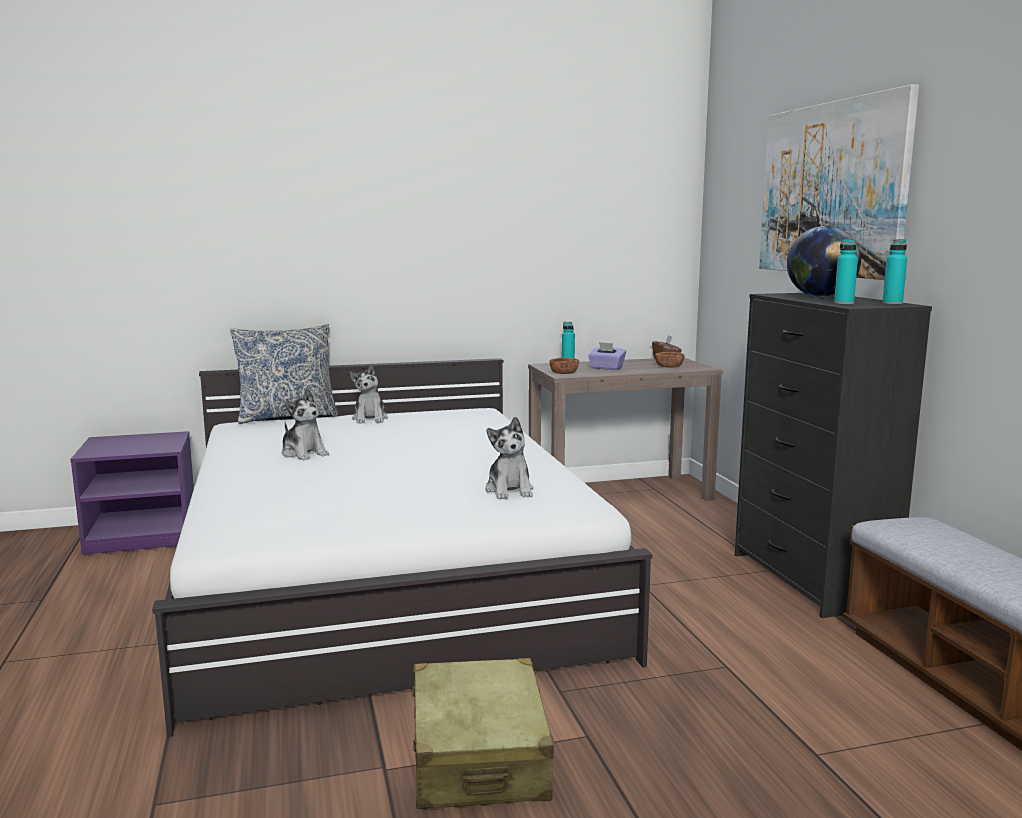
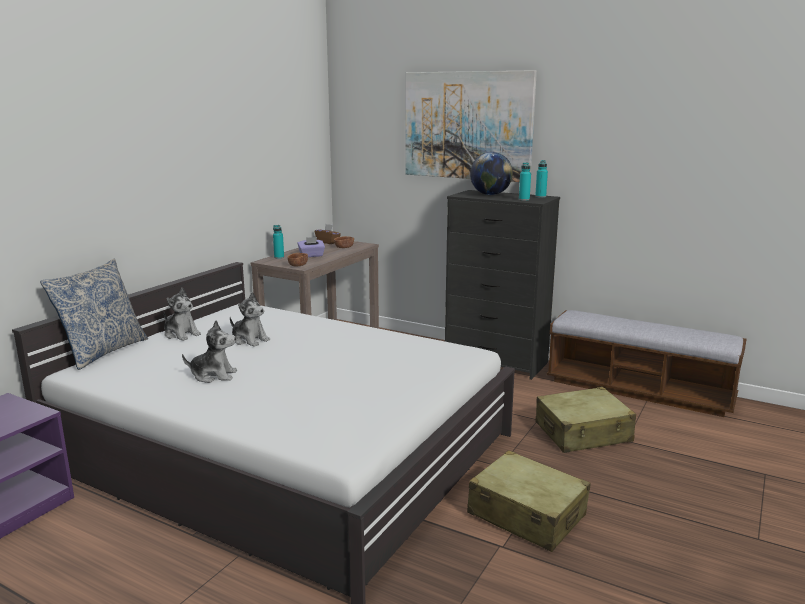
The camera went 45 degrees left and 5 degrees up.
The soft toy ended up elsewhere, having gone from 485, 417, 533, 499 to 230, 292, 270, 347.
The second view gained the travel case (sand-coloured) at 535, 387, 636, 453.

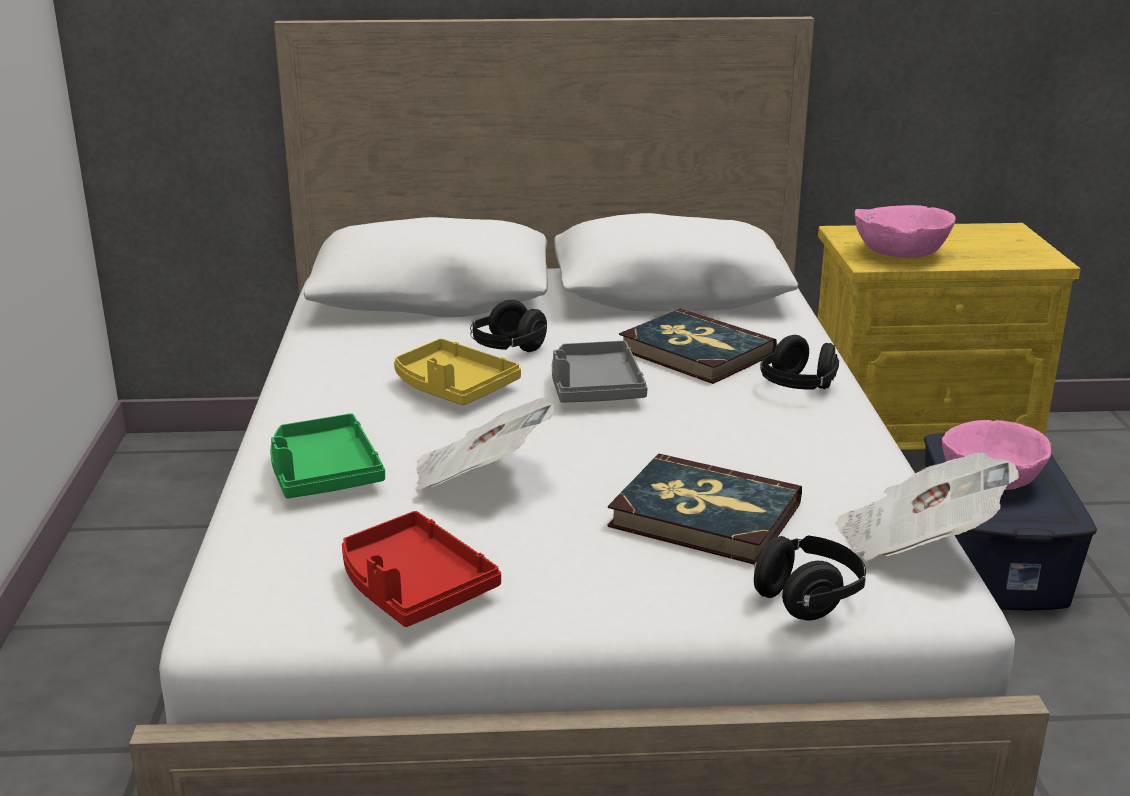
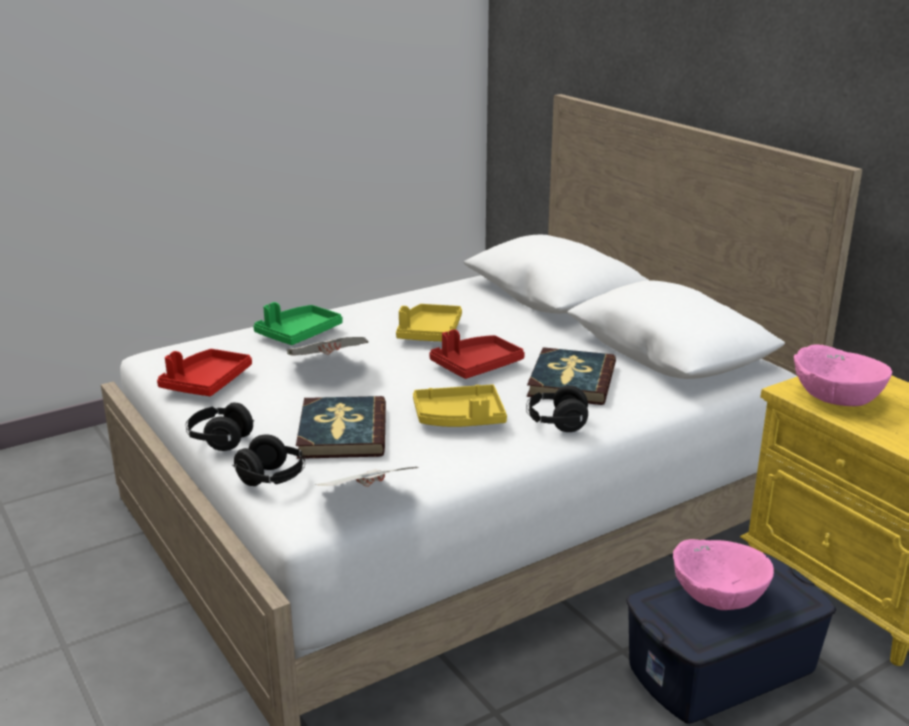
The camera went 60 degrees right and 0 degrees up.
The headset (blackish) ended up elsewhere, having gone from 470, 300, 547, 352 to 186, 402, 254, 451.
The second view gained the serving tray (yellow) at 413, 384, 507, 427.
What was the serving tray (greyish) at 552, 341, 648, 403 turned into the serving tray (red) at 429, 329, 525, 379.

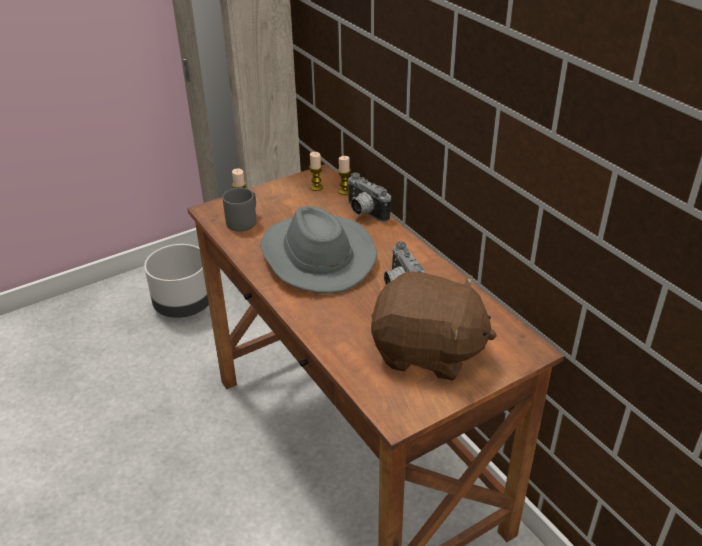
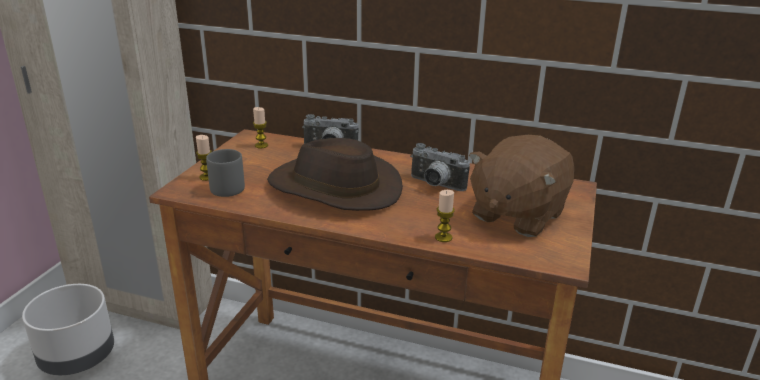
The camera went 40 degrees left and 10 degrees down.
What was the hat (greyish) at 260, 206, 377, 294 turned into the hat (brown) at 267, 138, 403, 211.
The wax candle ended up elsewhere, having gone from 338, 156, 351, 195 to 435, 190, 455, 242.
The soft toy (brown) at 371, 271, 497, 381 ended up facing another way, 150 degrees clockwise from before.

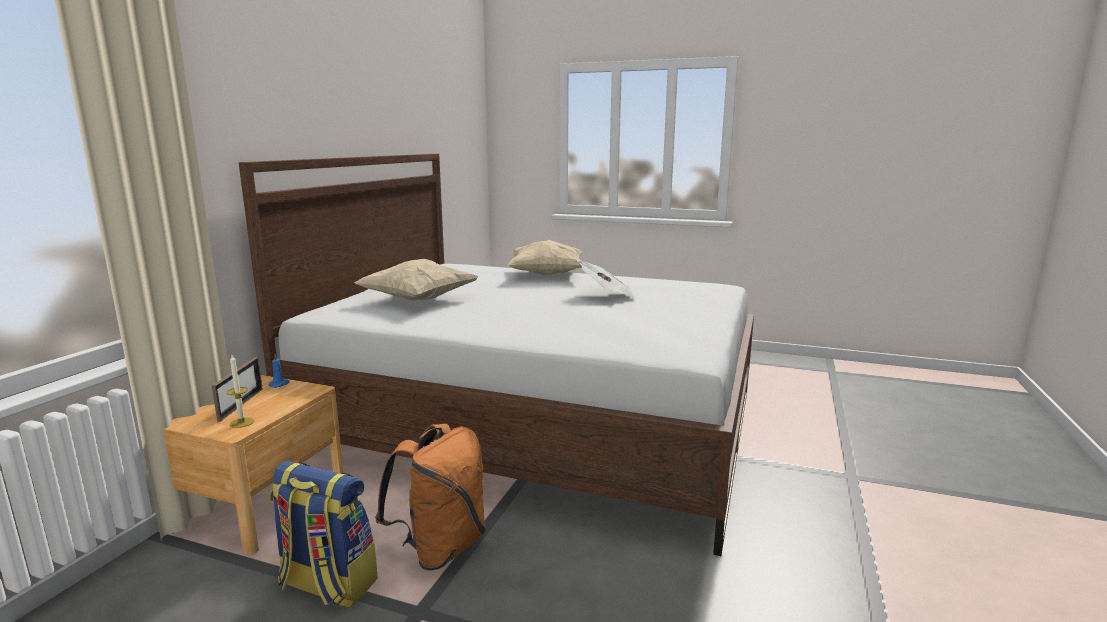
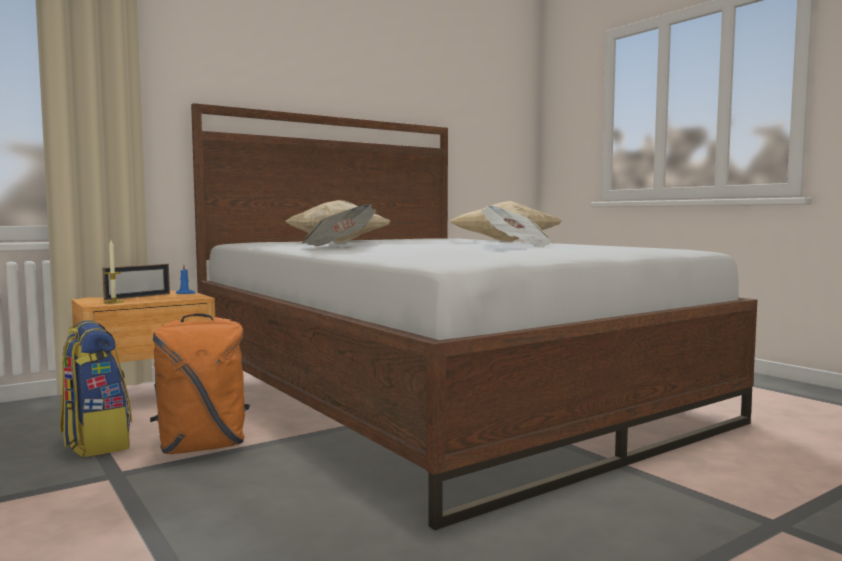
The camera went 35 degrees right and 10 degrees down.
The second view gained the printed paper at 301, 204, 376, 246.

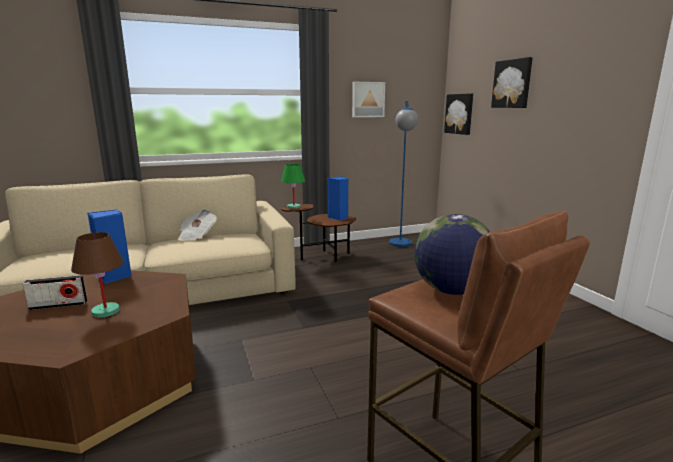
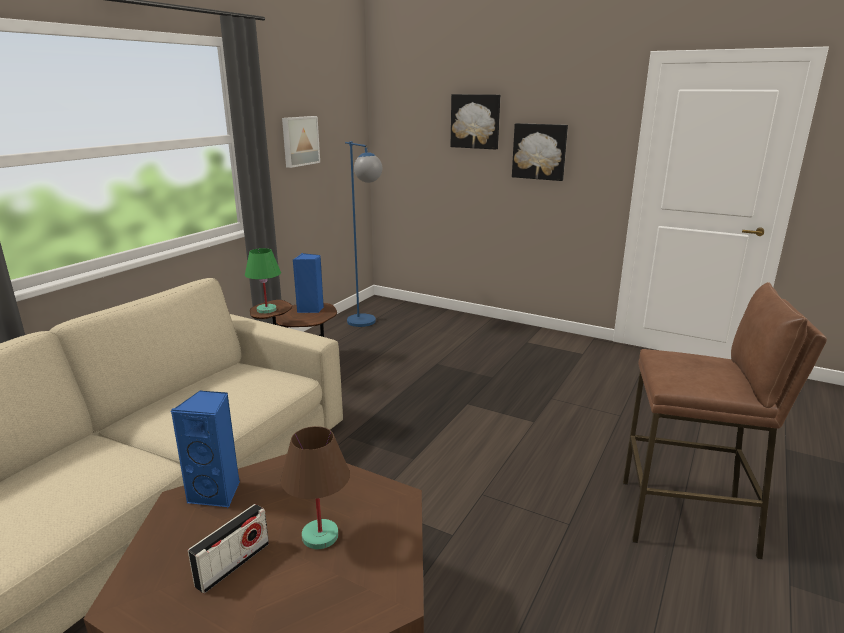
The camera went 40 degrees left and 5 degrees up.
The picture ended up elsewhere, having gone from 444, 93, 473, 135 to 512, 123, 568, 181.
The second view lost the printed paper at 178, 209, 217, 241.
The second view lost the globe at 414, 214, 490, 295.

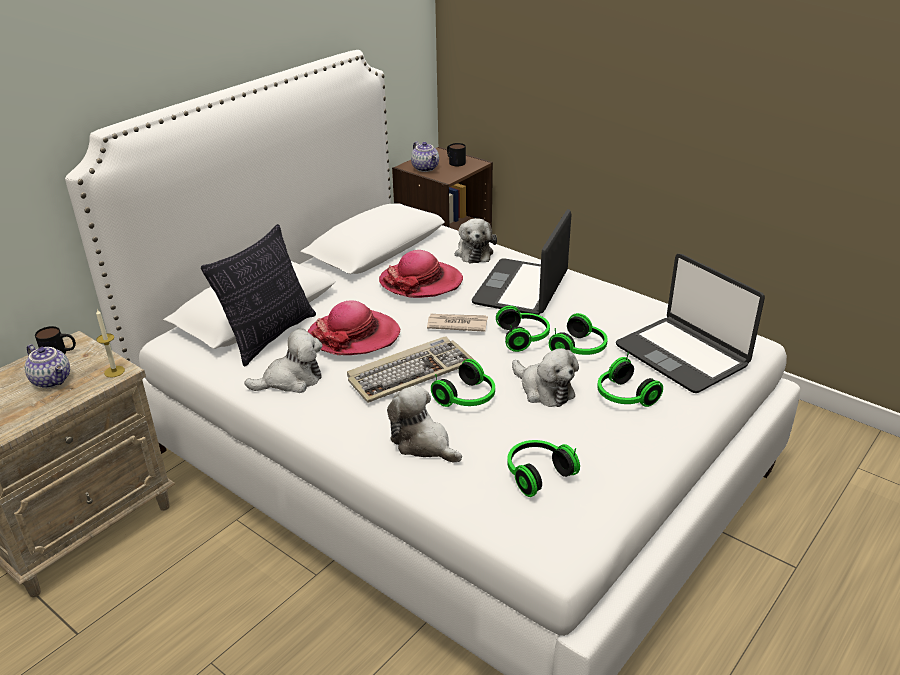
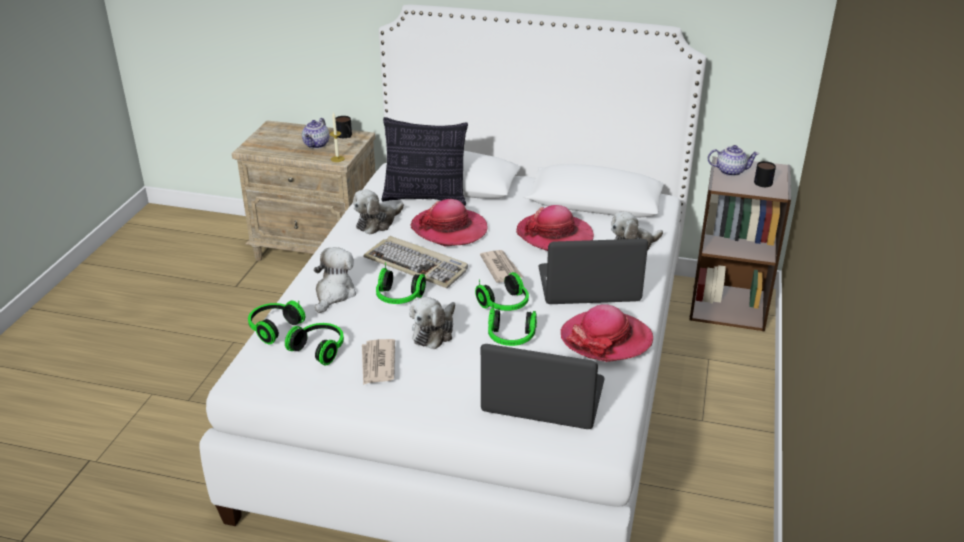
The camera went 65 degrees right and 0 degrees up.
The headset ended up elsewhere, having gone from 597, 352, 663, 407 to 248, 301, 305, 344.
The soft toy at 244, 328, 323, 393 ended up facing another way, 90 degrees clockwise from before.
The second view gained the printed paper at 362, 339, 395, 385.
The portable computer at 616, 254, 765, 393 ended up facing another way, 75 degrees clockwise from before.
The second view gained the hat at 561, 304, 653, 362.
The tea pot at 411, 141, 439, 172 ended up facing another way, 120 degrees counterclockwise from before.

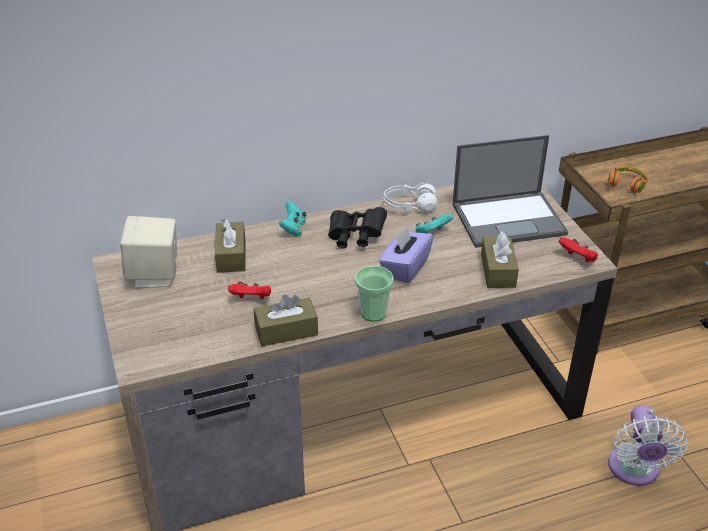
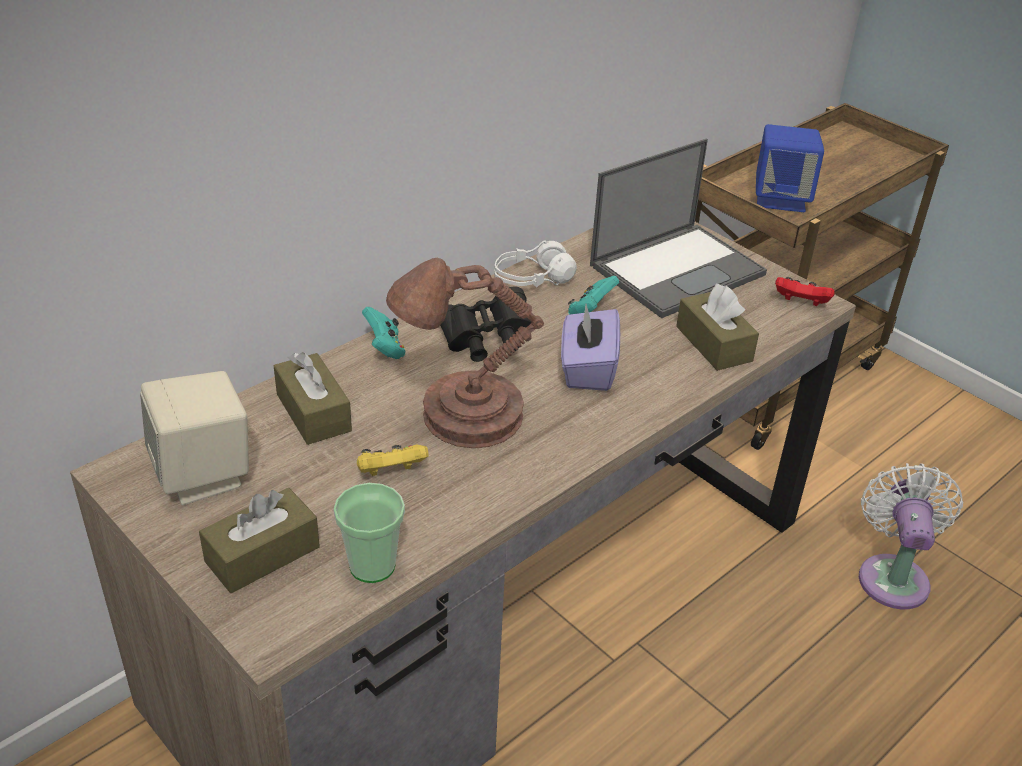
The camera went 25 degrees left and 0 degrees up.
The box of tissues (brown) ended up elsewhere, having gone from 254, 295, 318, 346 to 199, 488, 320, 593.
The small cup ended up elsewhere, having gone from 355, 266, 393, 322 to 333, 483, 405, 583.
What was the game controller (red) at 228, 281, 271, 299 turned into the game controller (yellow) at 357, 444, 428, 476.
The second view gained the lamp for a table (brown) at 386, 258, 544, 448.
Where the headset (orangey) stood at 595, 166, 648, 193, the loudspeaker (bluish) came to stand at 756, 124, 824, 212.
The fan (white) at 608, 405, 687, 486 ended up facing another way, 150 degrees counterclockwise from before.

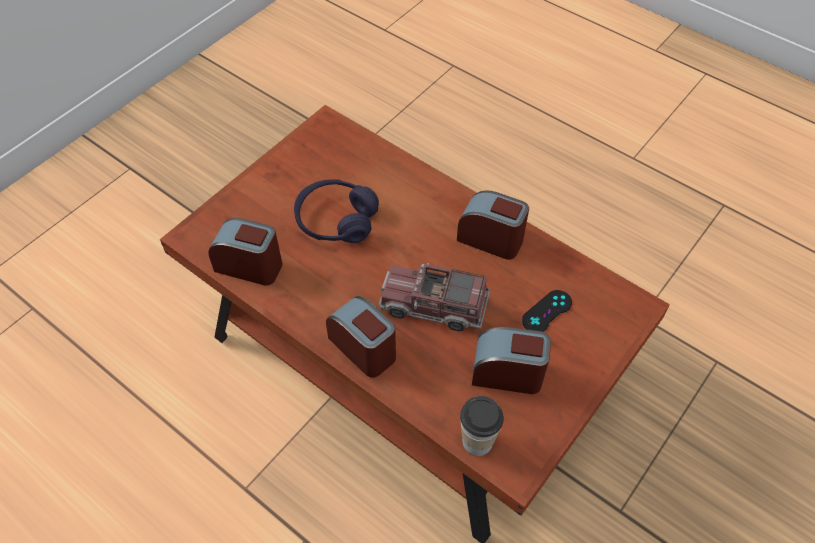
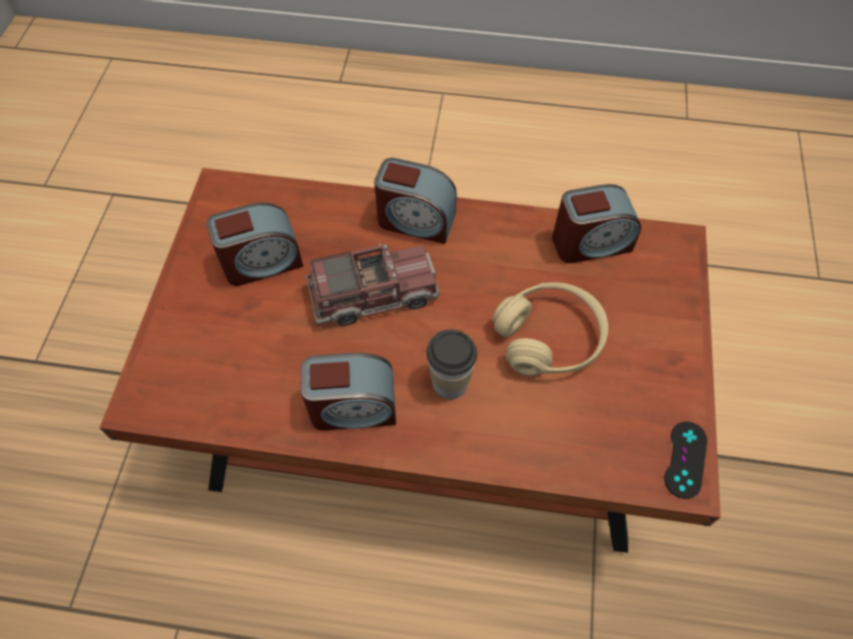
The camera went 150 degrees right and 5 degrees up.
The small cup ended up elsewhere, having gone from 460, 396, 504, 456 to 427, 329, 477, 399.
What was the headset (purplish) at 294, 179, 379, 243 turned into the headset (sand-coloured) at 493, 282, 608, 376.
The game controller (blackish) ended up elsewhere, having gone from 522, 290, 572, 332 to 664, 422, 707, 499.

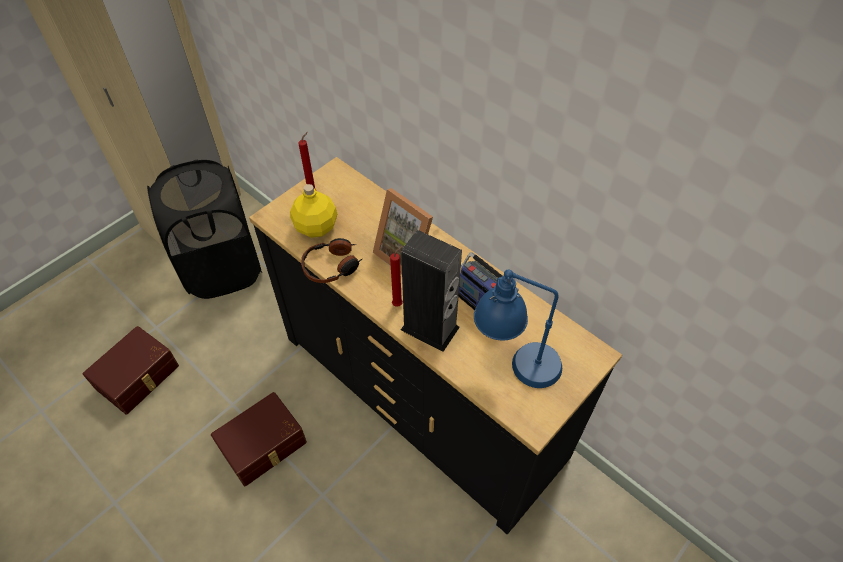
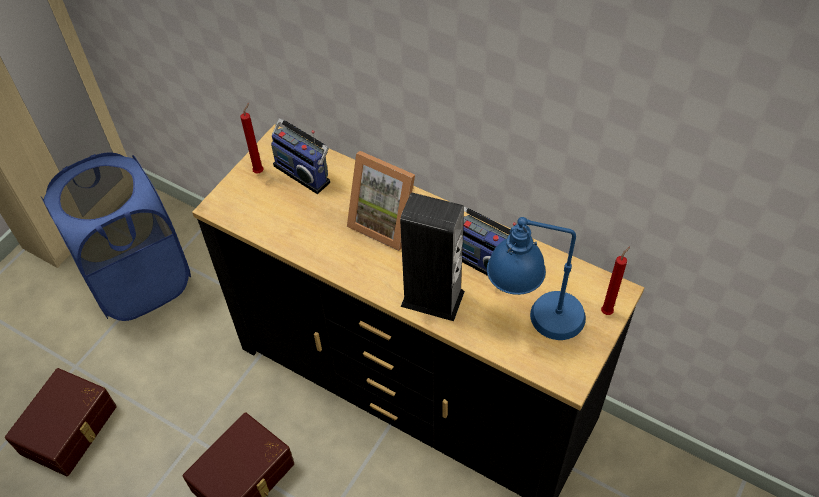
The camera went 10 degrees left and 0 degrees up.
What was the laundry basket (blackish) at 147, 160, 262, 299 turned into the laundry basket (bluish) at 41, 152, 191, 321.
The second view gained the radio at 271, 119, 330, 194.
The wax candle (red) ended up elsewhere, having gone from 390, 246, 403, 307 to 601, 246, 630, 315.
The second view lost the drink bottle (yellow) at 290, 184, 337, 238.
The second view lost the headset at 301, 238, 363, 283.

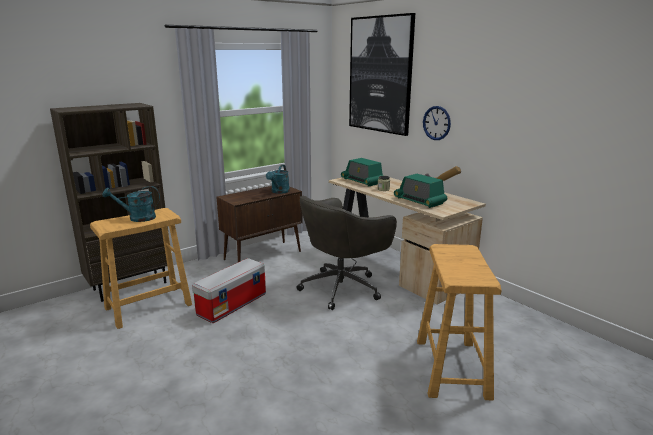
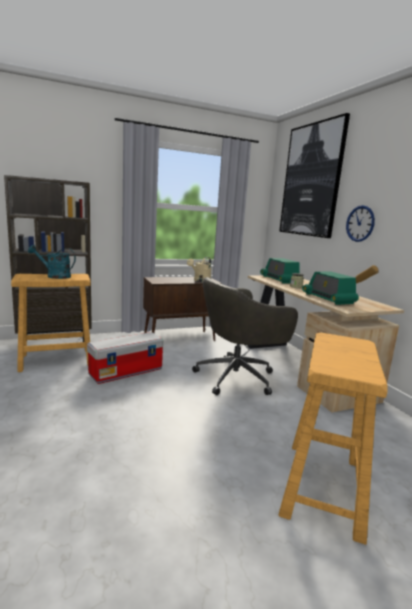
The camera went 15 degrees right and 5 degrees down.
What was the watering can (turquoise-coloured) at 266, 165, 290, 194 turned into the watering can (sand-coloured) at 187, 257, 212, 282.

